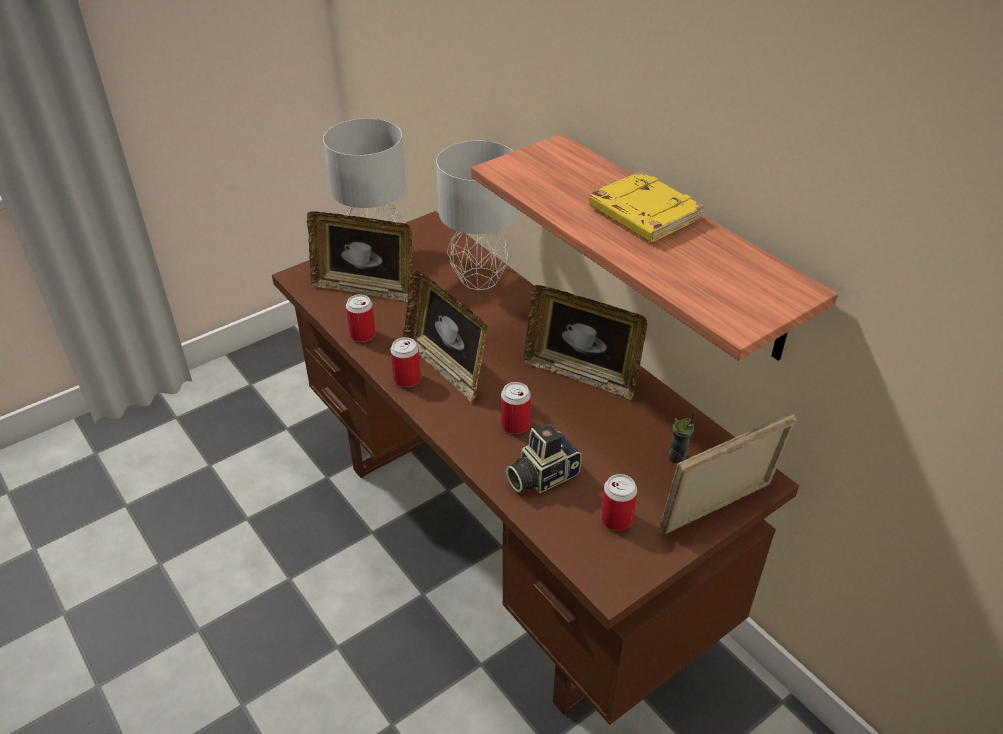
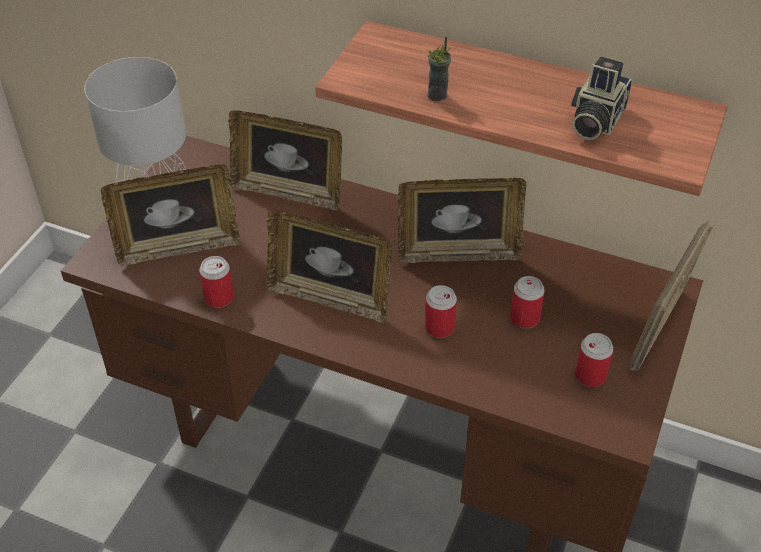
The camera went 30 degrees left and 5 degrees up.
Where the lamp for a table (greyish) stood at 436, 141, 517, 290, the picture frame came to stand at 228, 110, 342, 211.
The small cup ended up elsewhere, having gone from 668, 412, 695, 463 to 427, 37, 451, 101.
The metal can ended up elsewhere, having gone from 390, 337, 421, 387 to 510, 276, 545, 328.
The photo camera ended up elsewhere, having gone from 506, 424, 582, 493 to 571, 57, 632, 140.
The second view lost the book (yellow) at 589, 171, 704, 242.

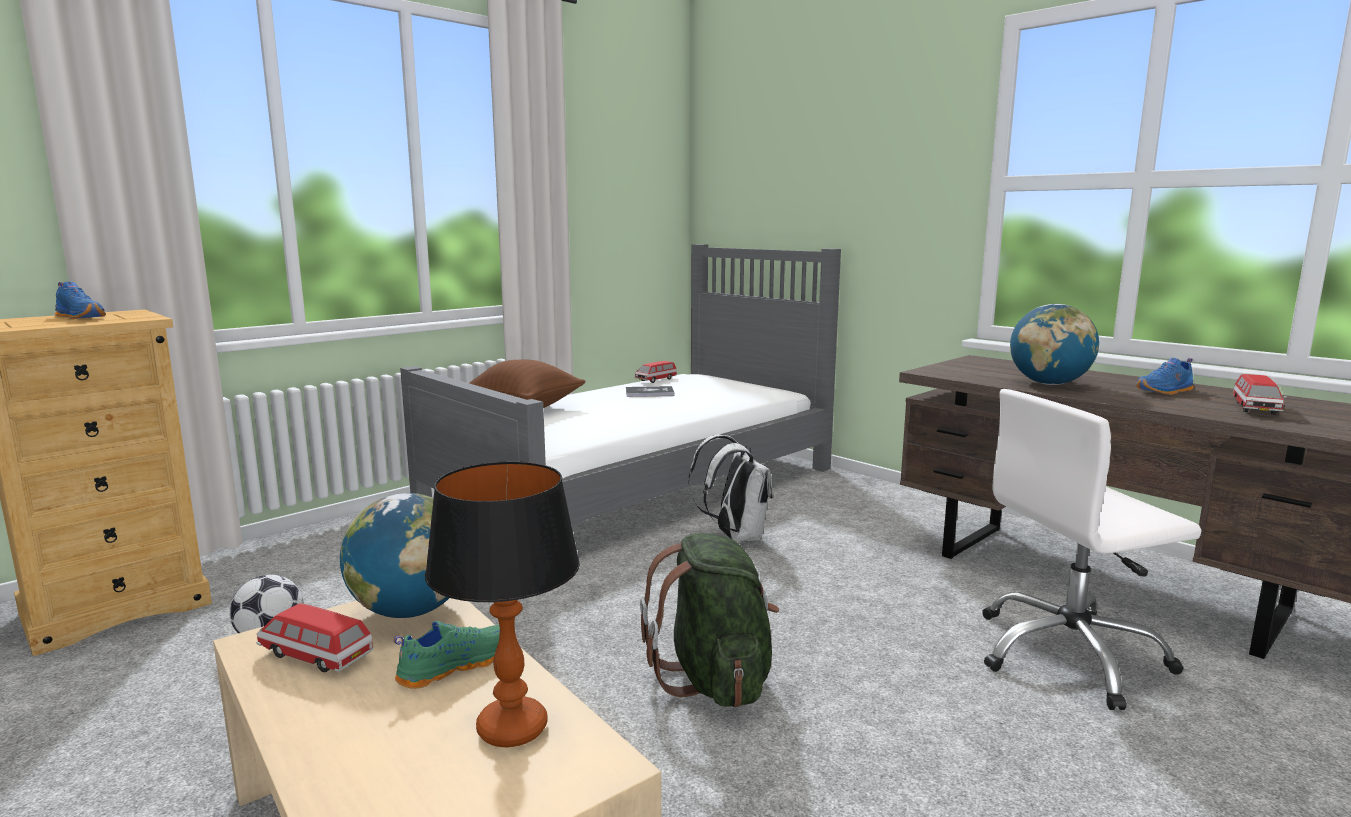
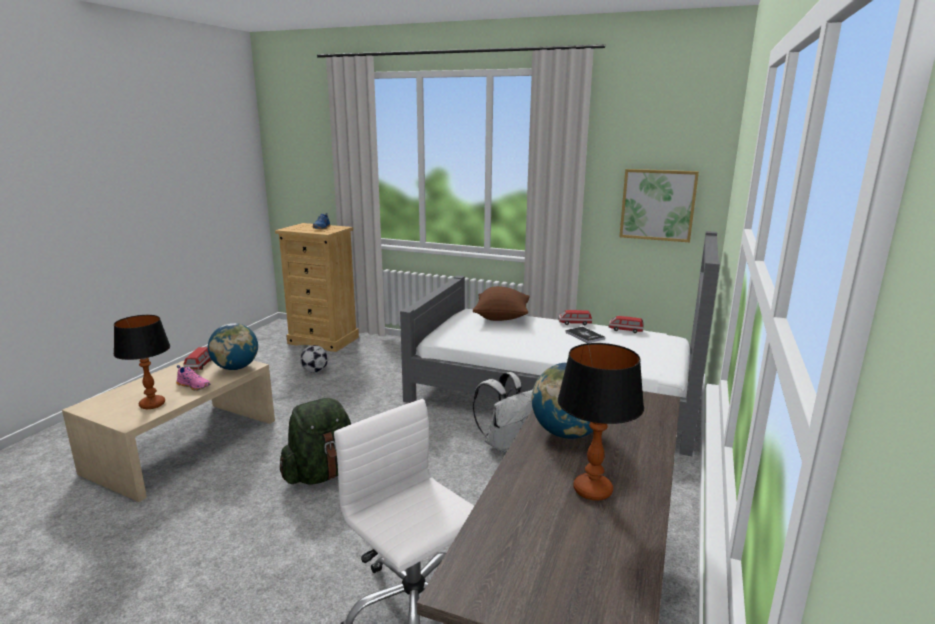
The camera went 65 degrees right and 5 degrees up.
What was the low shoe (green) at 394, 621, 500, 689 turned into the low shoe (pinkish) at 176, 365, 210, 391.
The toy car ended up elsewhere, having gone from 1233, 374, 1287, 415 to 558, 310, 592, 326.
Where the low shoe (bluish) stood at 1136, 358, 1194, 395, the lamp for a table came to stand at 558, 343, 644, 501.
The second view gained the picture at 619, 169, 699, 242.

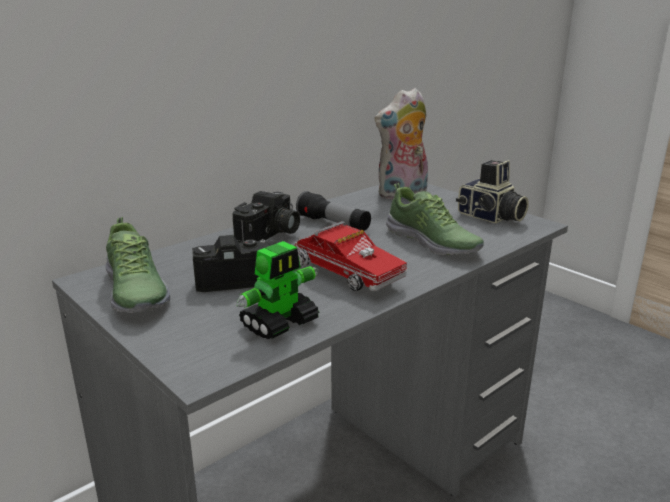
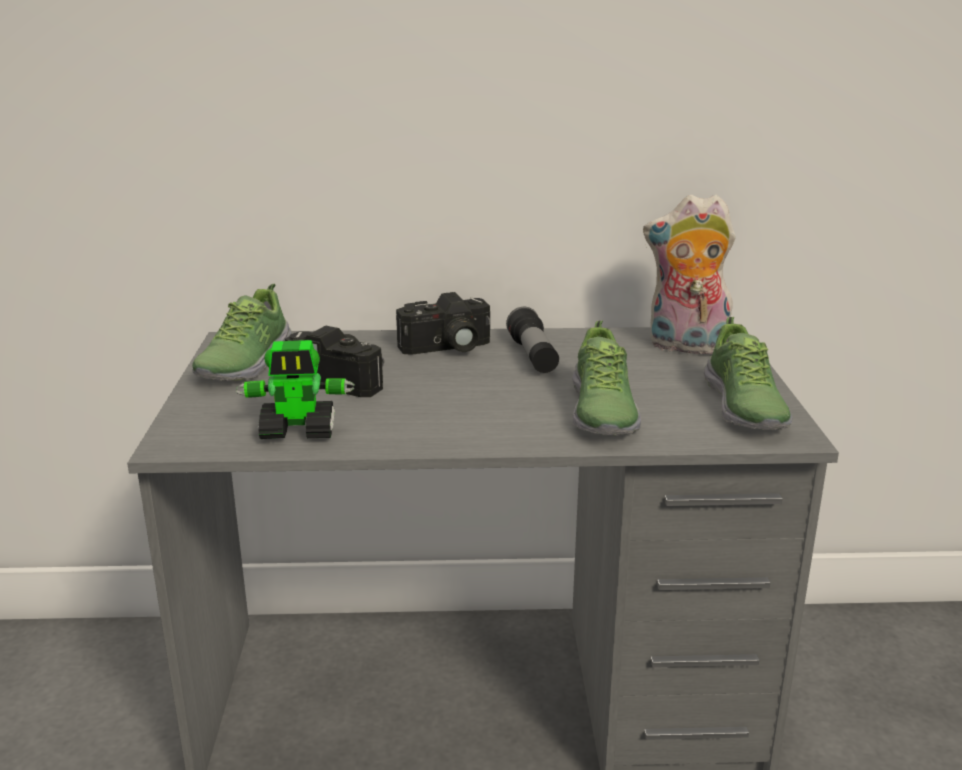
The camera went 40 degrees right and 0 degrees up.
Where the photo camera stood at 456, 160, 529, 223, the low shoe came to stand at 703, 317, 793, 430.
The second view lost the toy truck at 294, 221, 407, 291.

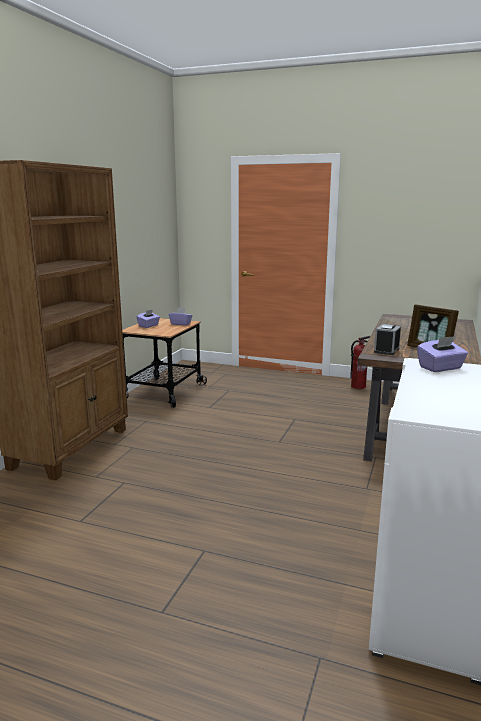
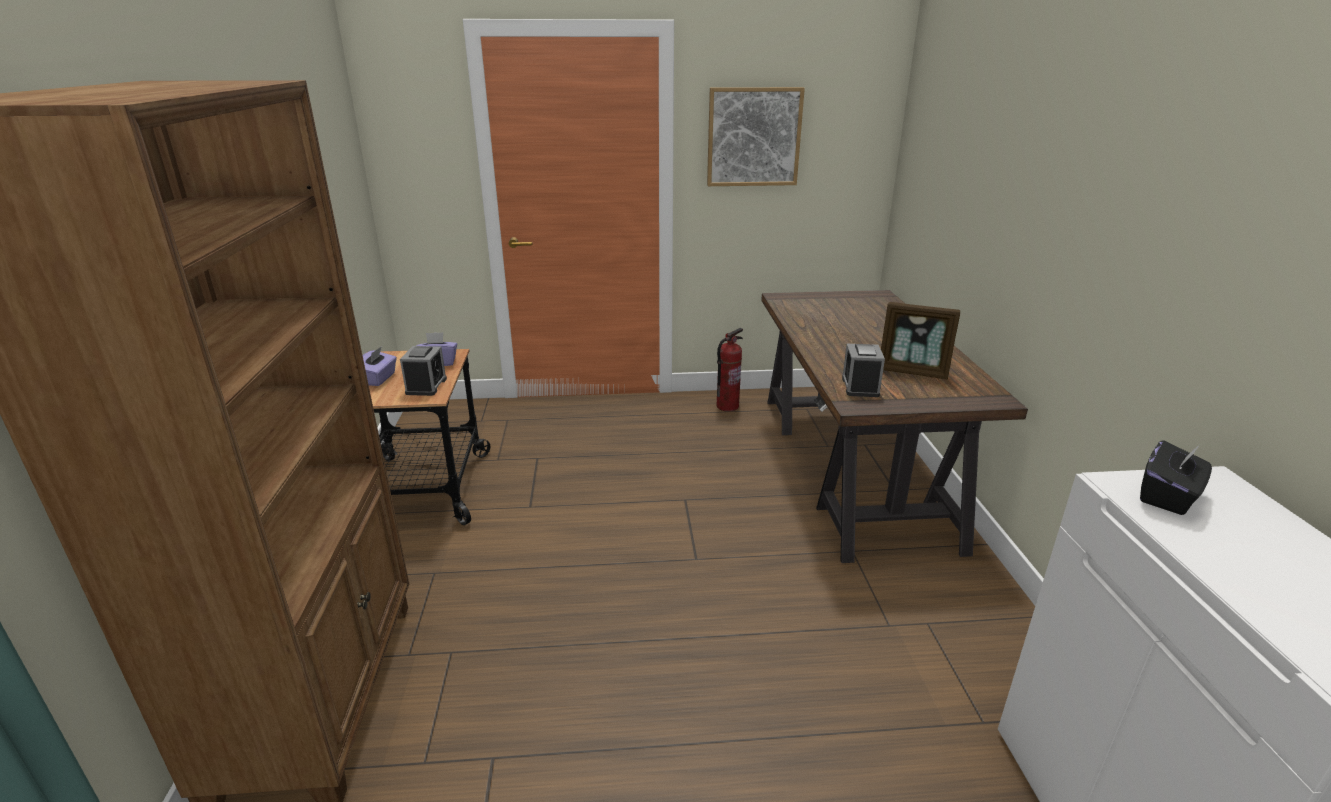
The camera went 25 degrees left and 10 degrees up.
The second view gained the table clock at 400, 346, 447, 396.
The second view gained the picture at 707, 87, 805, 186.
What was the box of tissues (purplish) at 417, 336, 468, 372 turned into the box of tissues (blackish) at 1140, 440, 1212, 515.

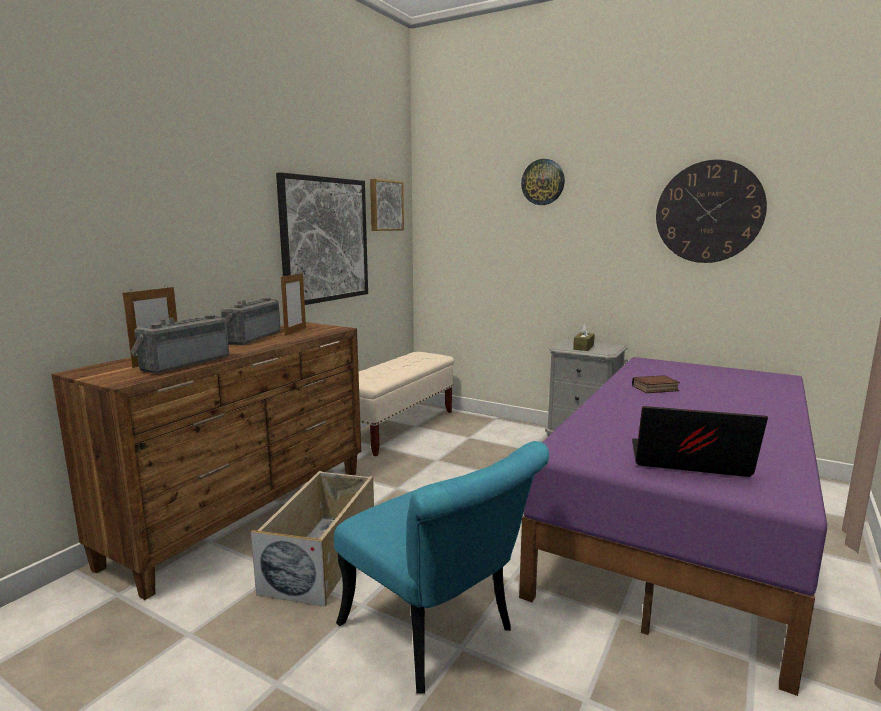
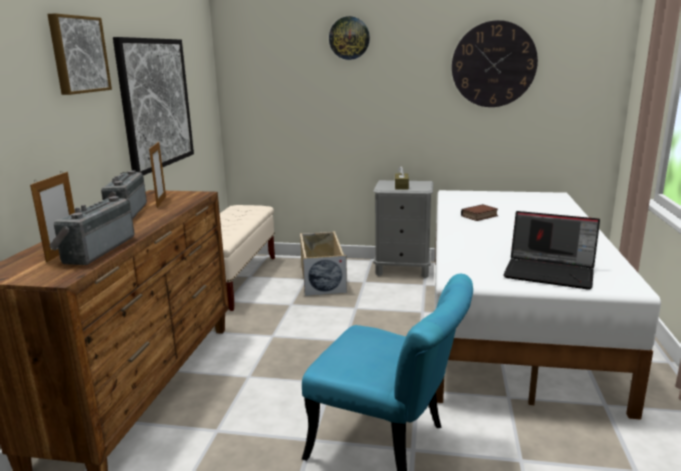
The camera went 20 degrees left and 5 degrees up.
The picture ended up elsewhere, having gone from 370, 179, 404, 231 to 47, 13, 112, 95.
The storage box (sand-coloured) ended up elsewhere, having gone from 251, 471, 374, 607 to 300, 231, 347, 296.
What was the bed (purplish) at 519, 357, 827, 696 turned into the bed (white) at 434, 190, 661, 420.
The portable computer at 632, 406, 768, 477 ended up facing another way, 150 degrees counterclockwise from before.

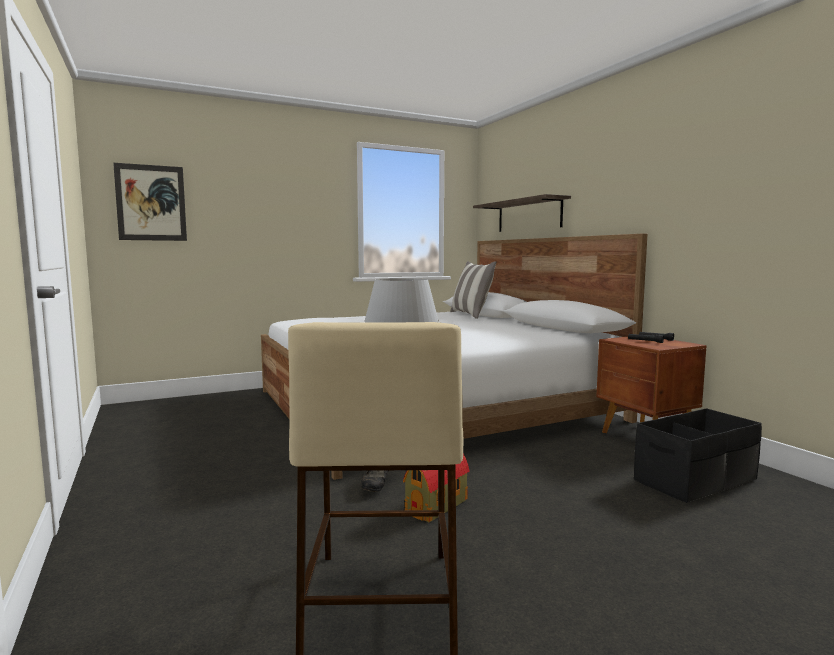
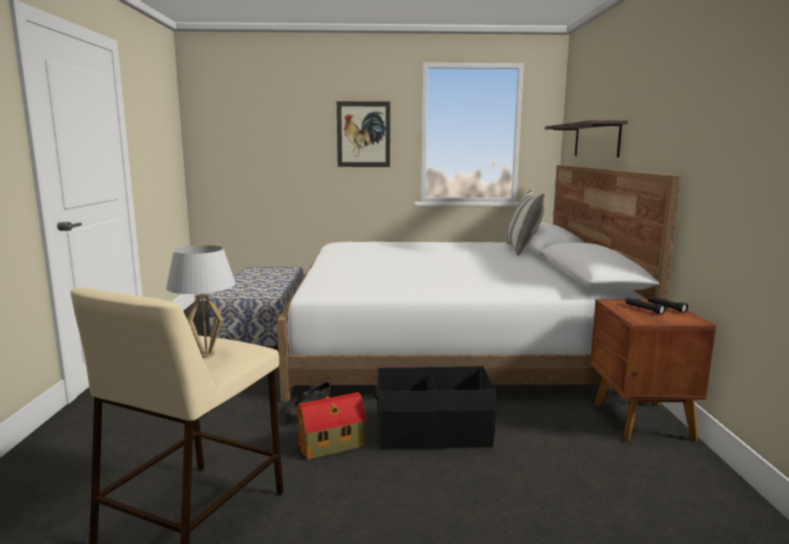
The camera went 25 degrees right and 5 degrees up.
The second view gained the indoor bench at 209, 267, 304, 351.
The picture ended up elsewhere, having gone from 113, 163, 187, 241 to 337, 101, 390, 167.
The storage box (blackish) ended up elsewhere, having gone from 634, 408, 762, 503 to 374, 366, 496, 450.

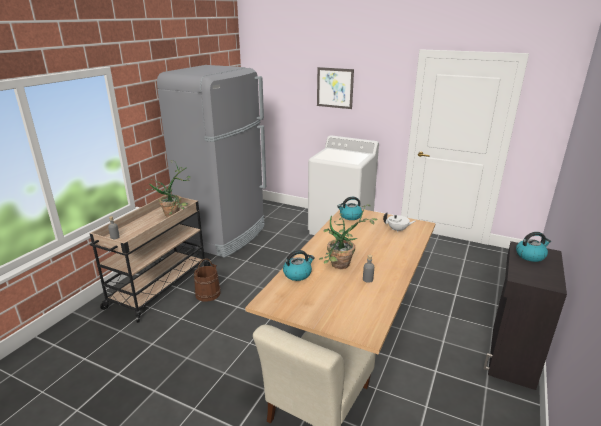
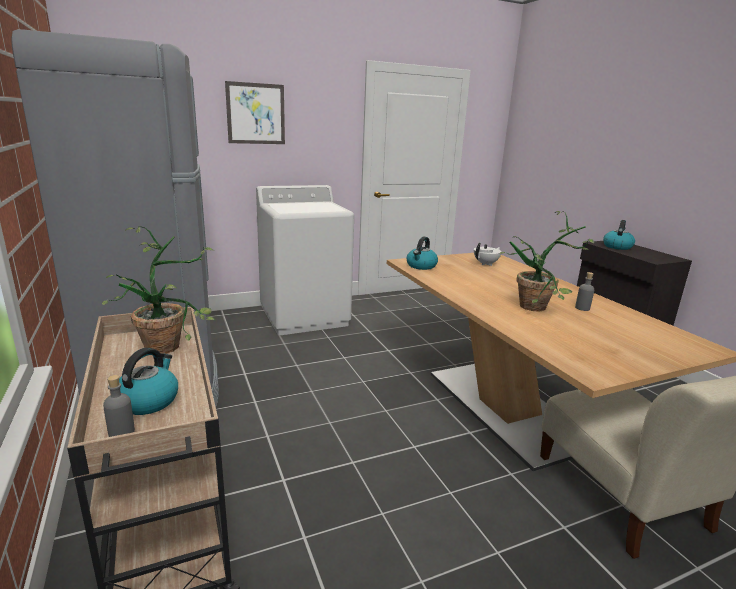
The camera went 50 degrees left and 5 degrees down.
The tea kettle ended up elsewhere, having gone from 283, 250, 315, 281 to 119, 348, 178, 415.
The second view lost the bucket (brown) at 194, 258, 221, 302.

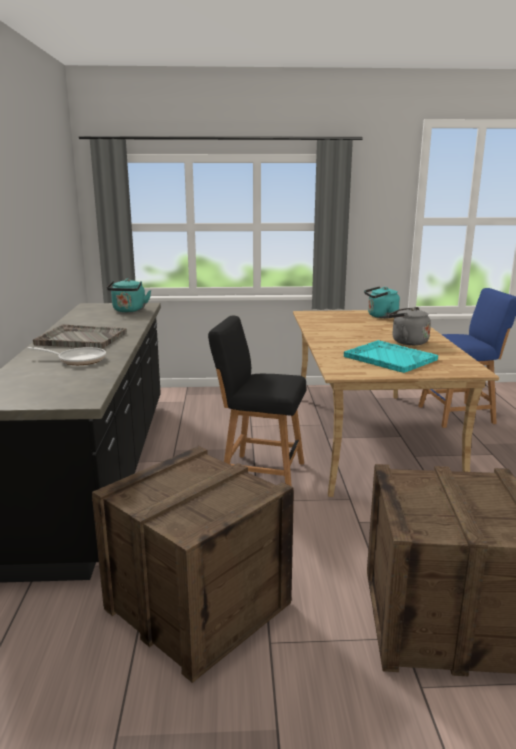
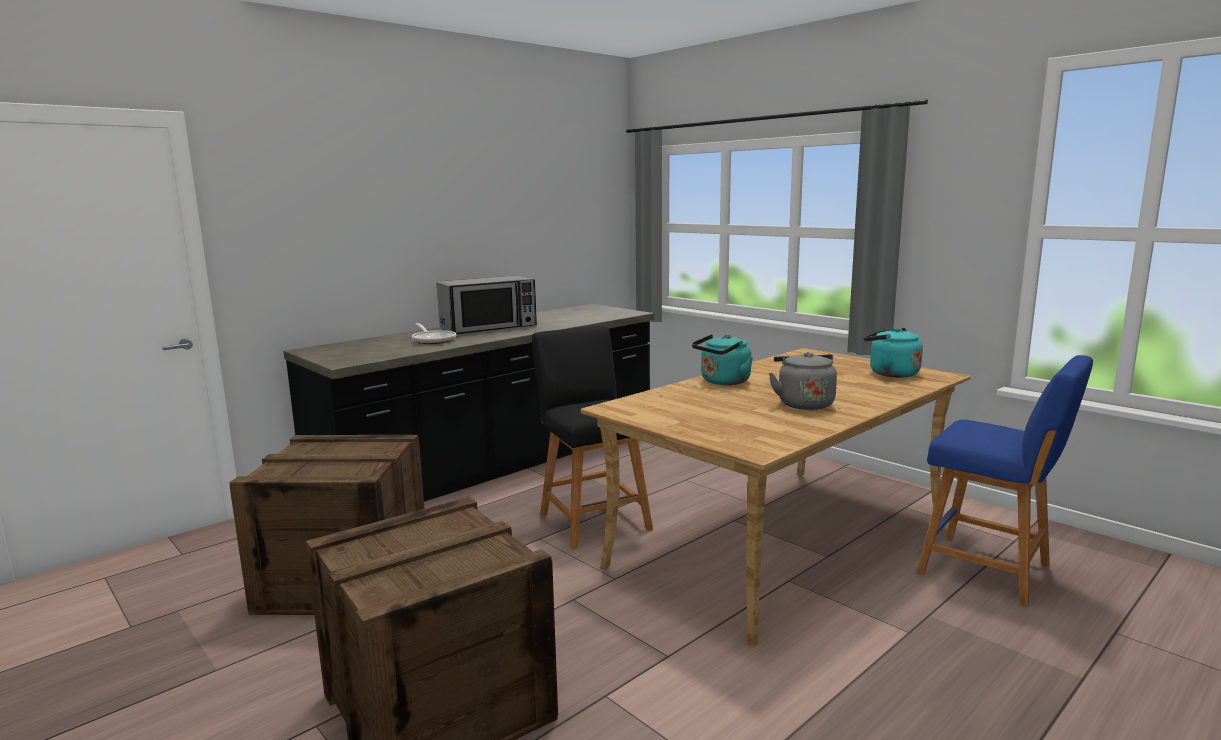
The camera went 50 degrees right and 5 degrees down.
Where the serving tray (greyish) stood at 33, 324, 127, 349, the microwave oven came to stand at 437, 275, 537, 334.
The tea kettle (turquoise-coloured) ended up elsewhere, having gone from 107, 278, 151, 312 to 692, 334, 753, 385.
The second view lost the serving tray (turquoise-coloured) at 344, 340, 438, 373.

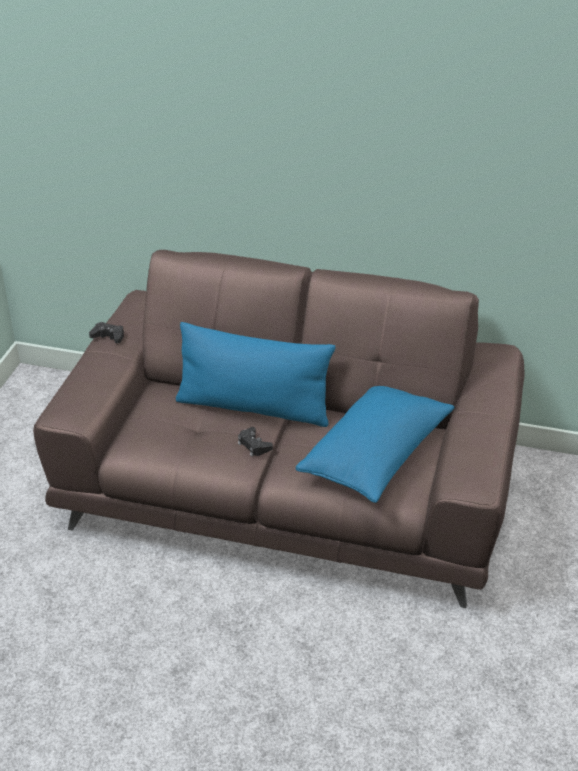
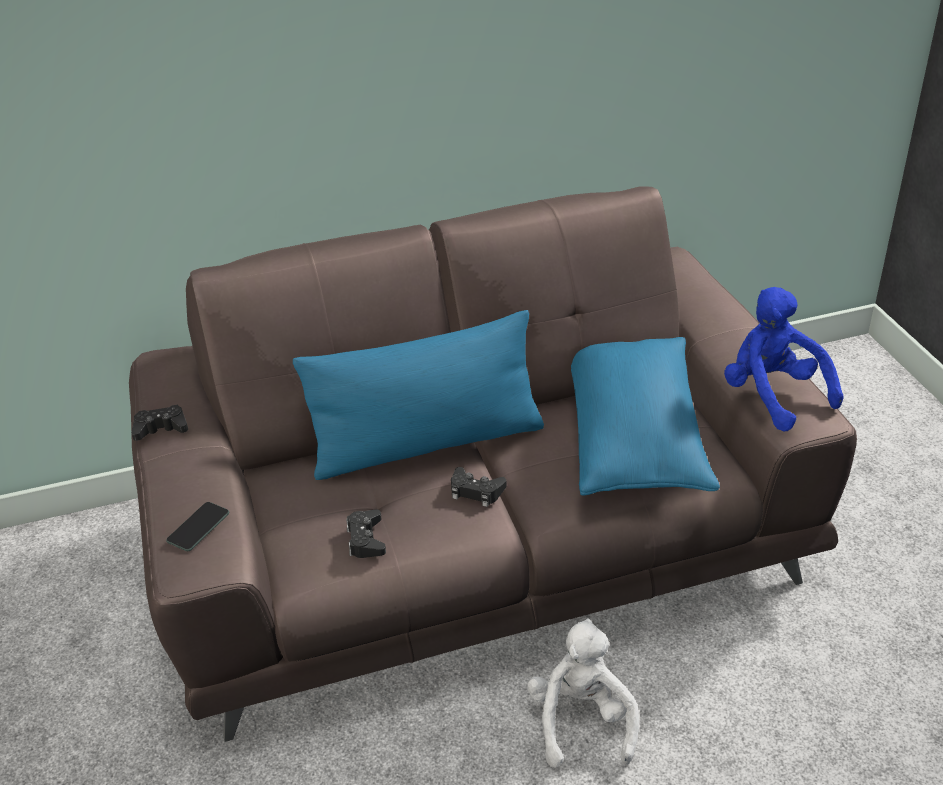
The camera went 30 degrees left and 0 degrees up.
The second view gained the phone at 166, 502, 229, 551.
The second view gained the game controller (blackish) at 346, 509, 386, 558.
The second view gained the soft toy (white) at 527, 618, 639, 768.
The second view gained the soft toy (bluish) at 724, 287, 843, 432.

